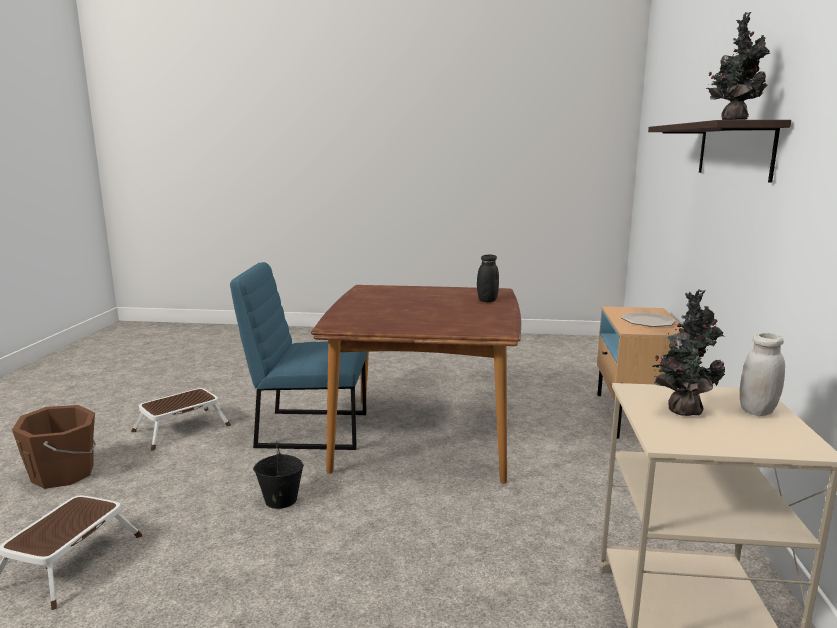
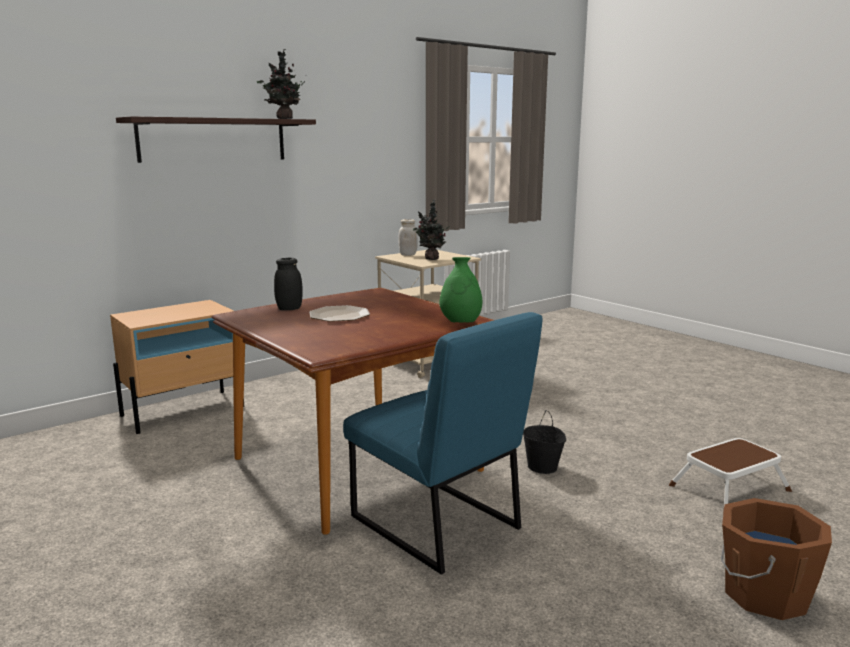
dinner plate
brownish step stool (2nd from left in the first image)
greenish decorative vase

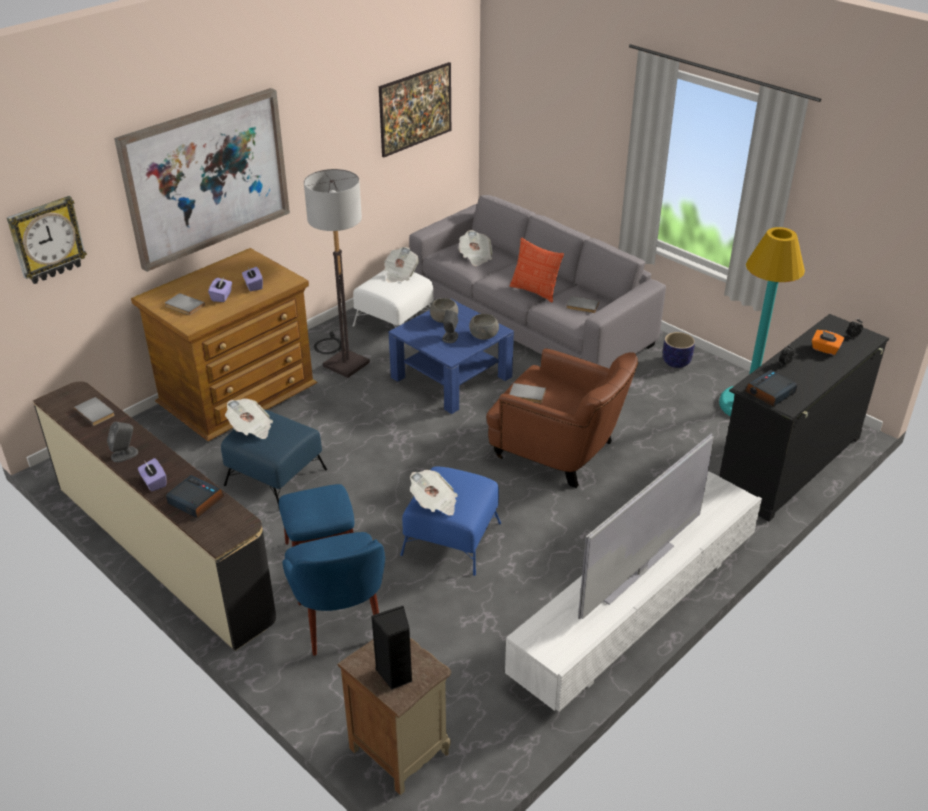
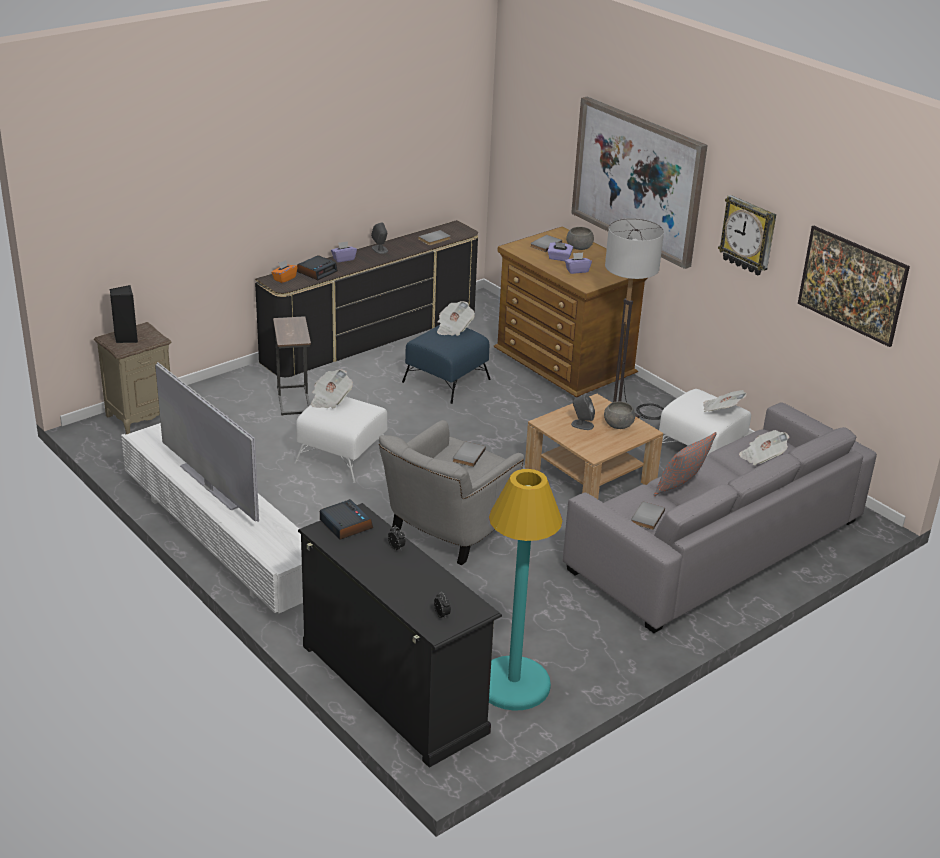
wall clock
gray cushion
brownish low table
gray deep dish (1st from left)
orangey box of tissues
plant pot
gray armchair
whitish pouffe (1st from left)
brownish accent table

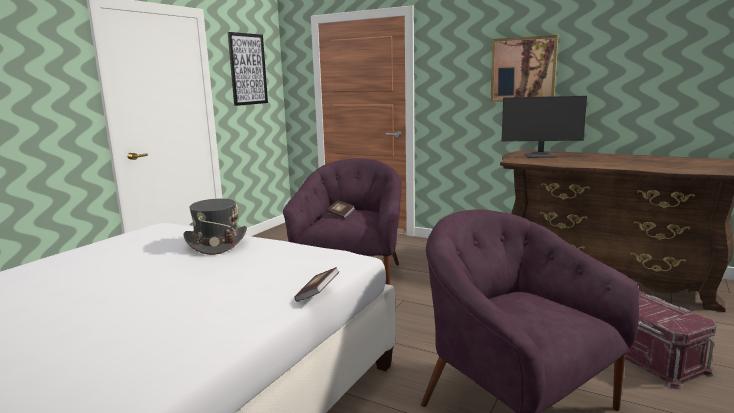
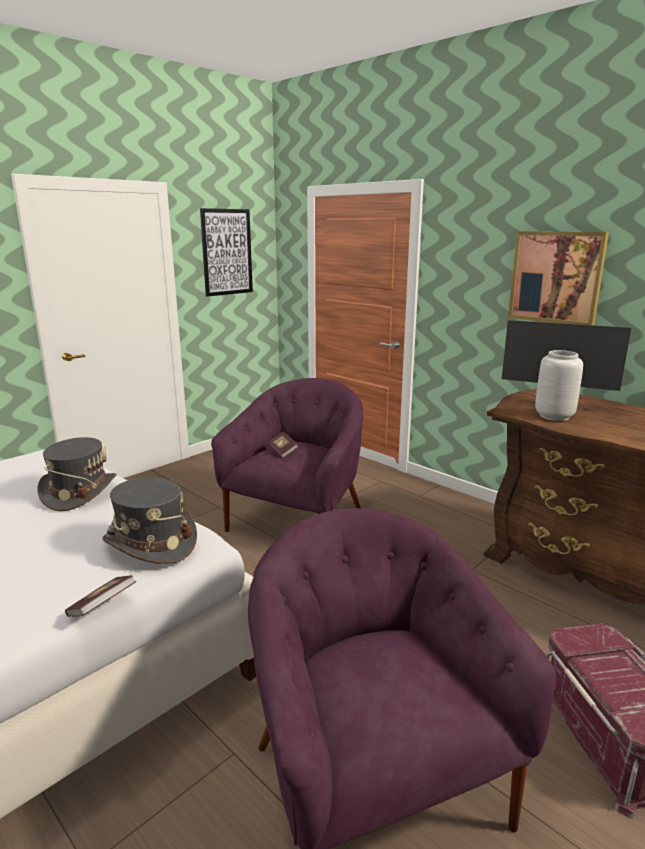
gray decorative vase
gray wearable hat (2nd from left)

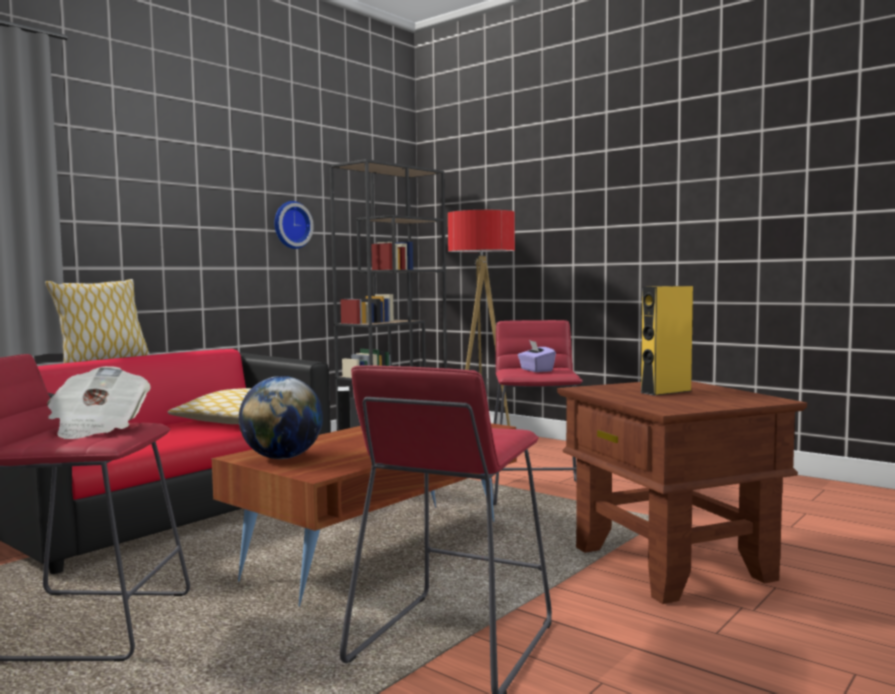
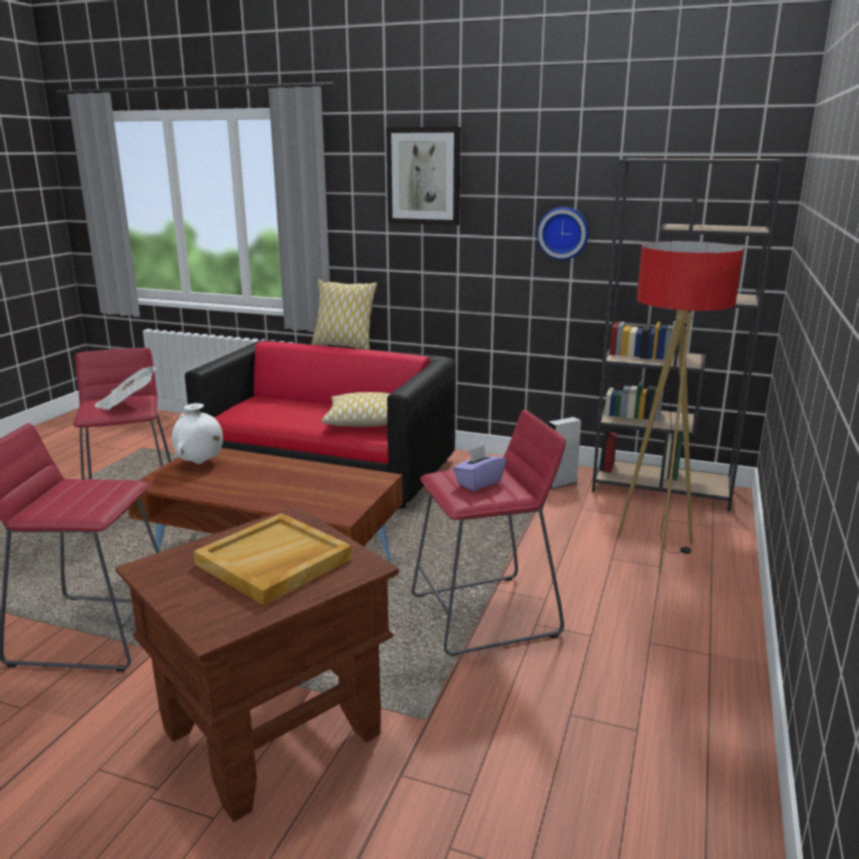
beige-coloured tray
whitish decorative vase
picture

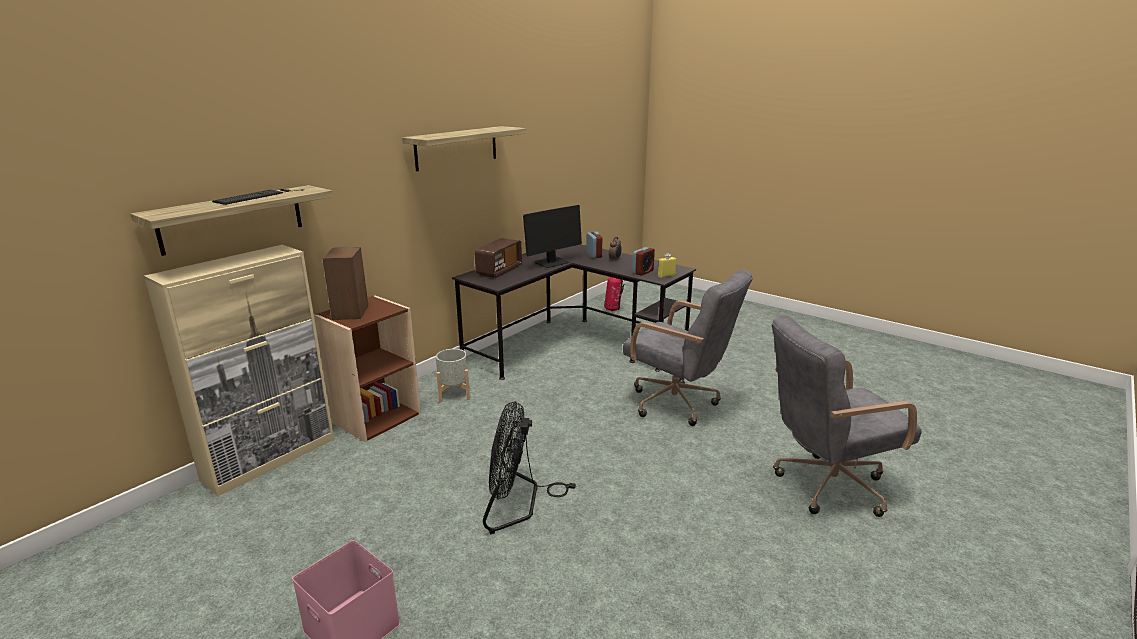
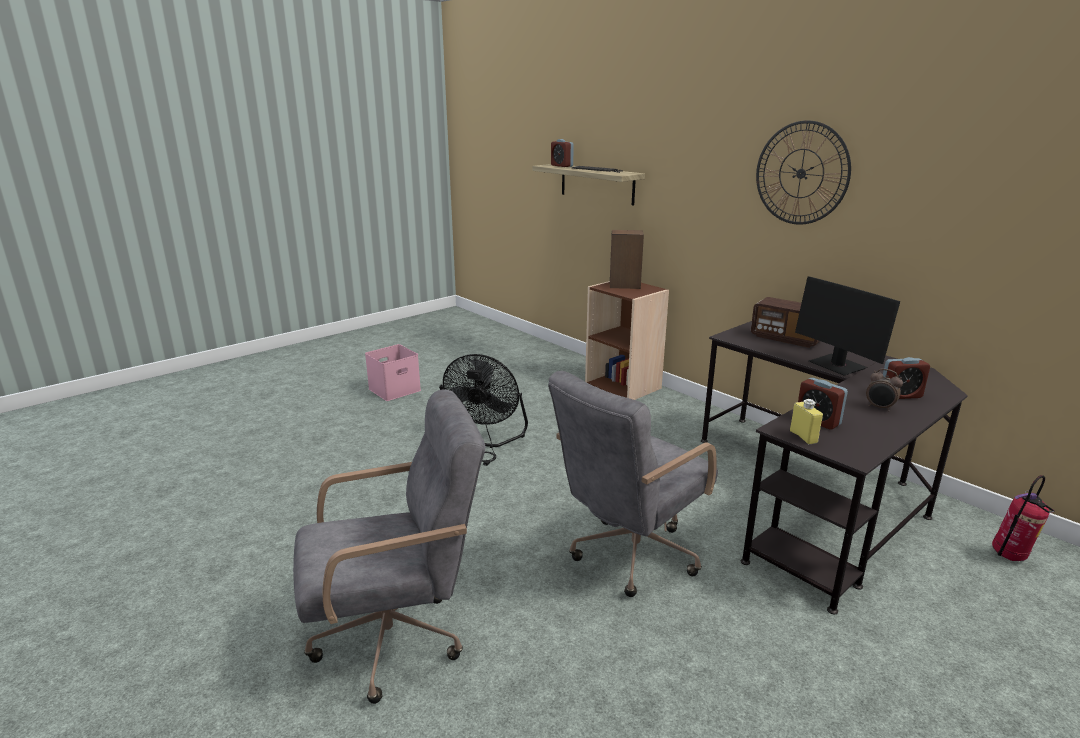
wall clock
beige-coloured storage cabinet
gray computer chair (1st from left)
gray plant pot
table clock (1st from left)

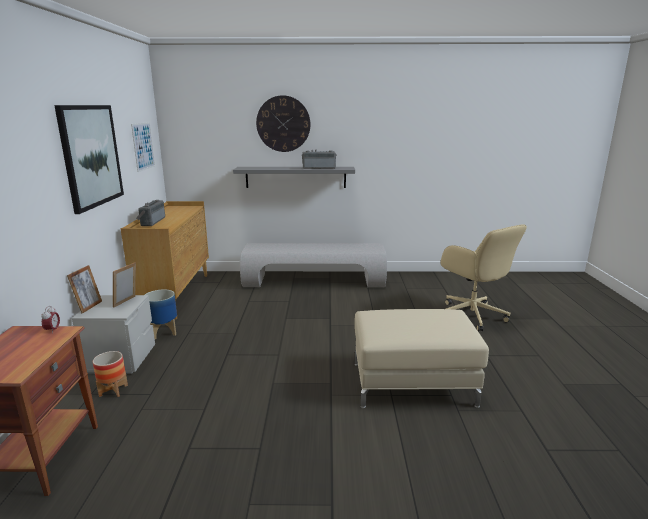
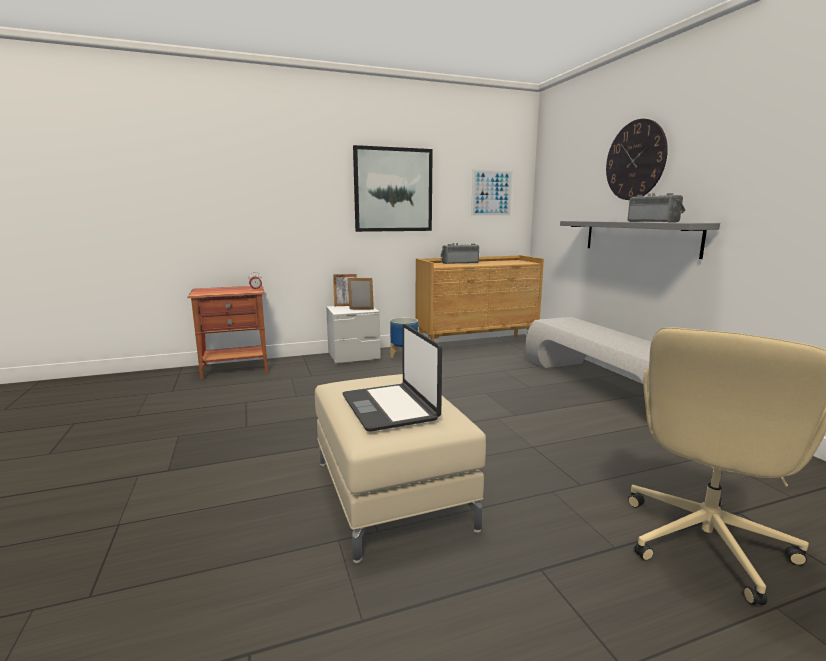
plant pot (1st from left in the first image)
notebook computer

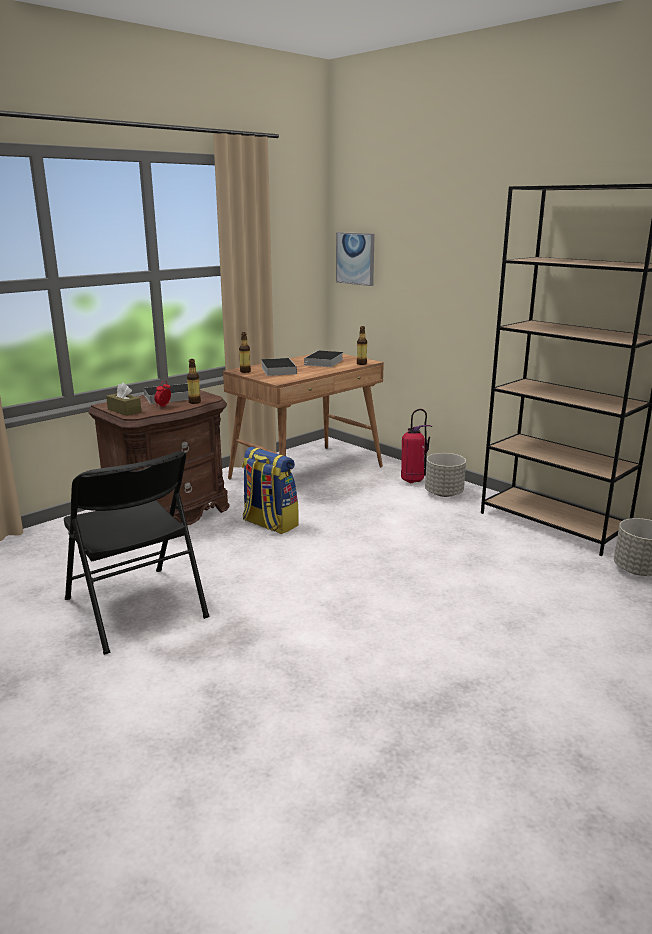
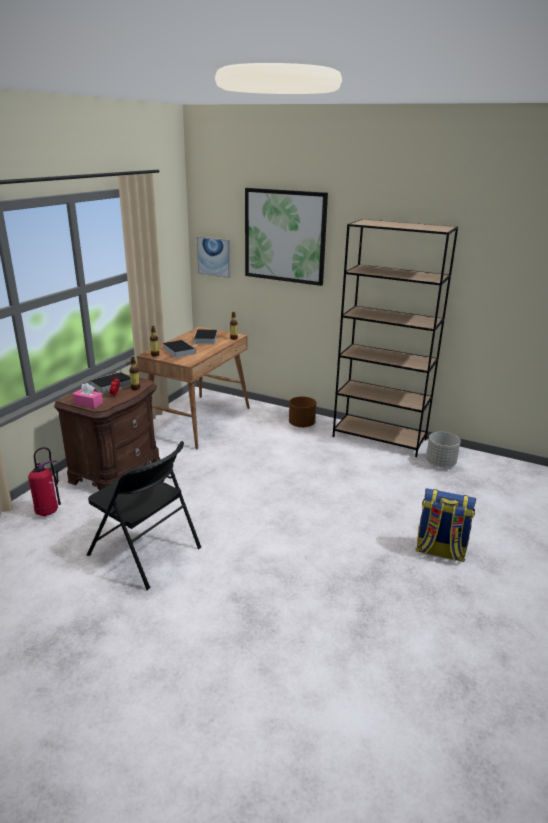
pinkish box of tissues
fire-fighting cylinder
rucksack
brownish plant pot
picture (2nd from left)

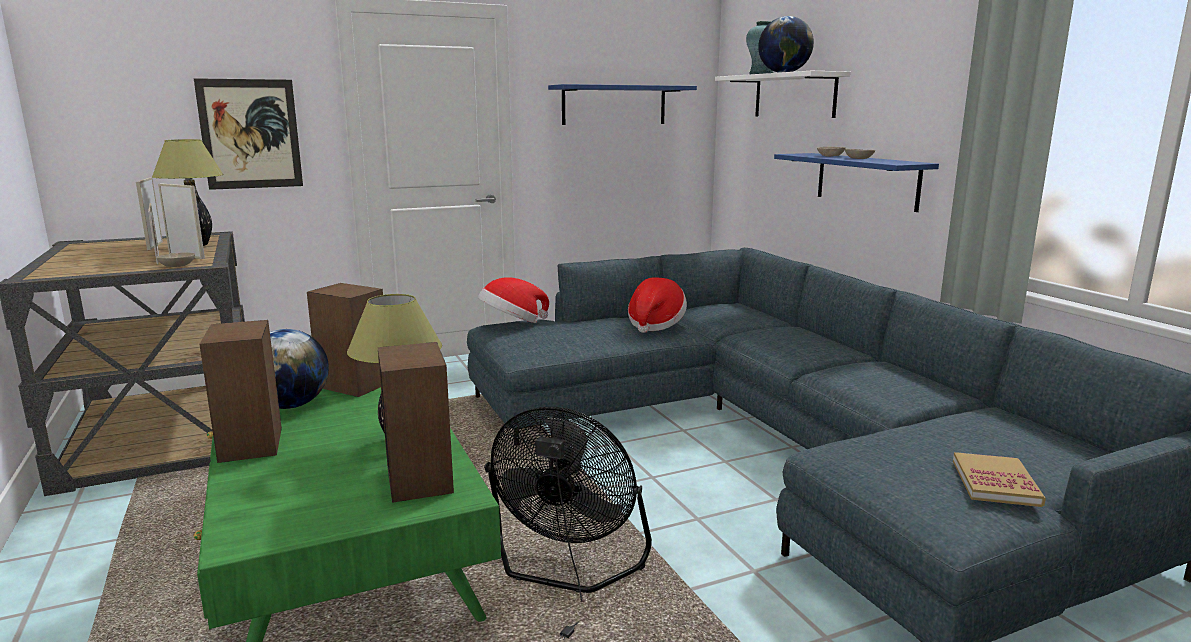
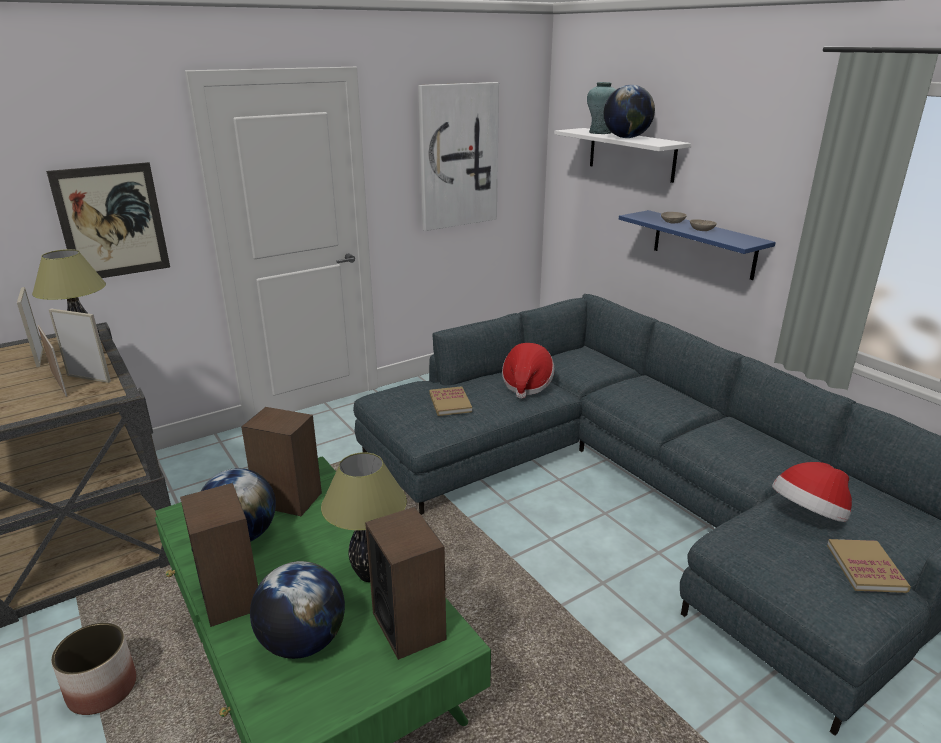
picture (2nd from left)
beige-coloured deep dish (1st from left in the first image)
wearable hat (2nd from left)
blackish cooling fan
bound book (1st from left)
desk globe (2nd from left)
plant pot

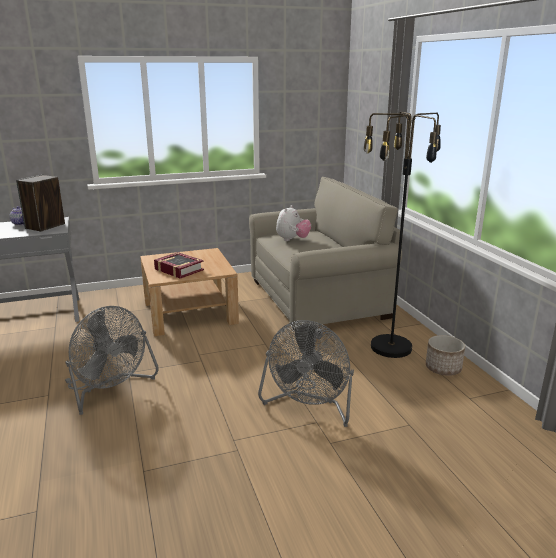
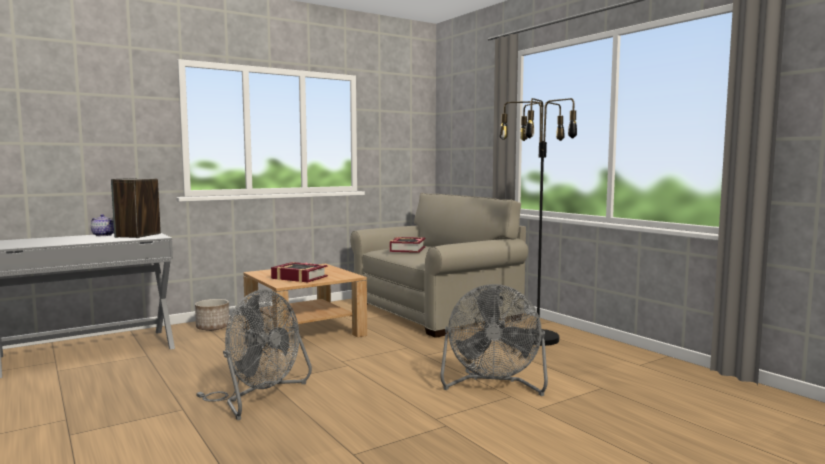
bound book (2nd from left)
plant pot

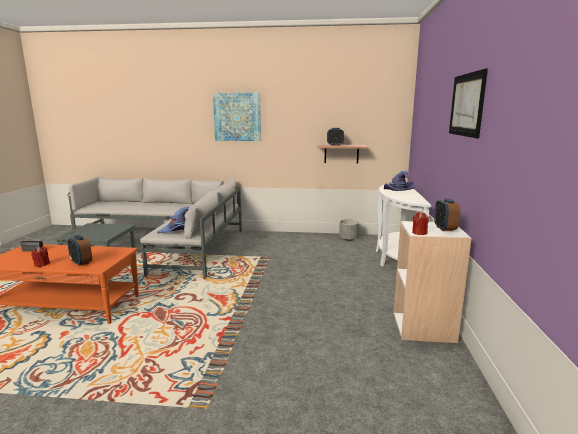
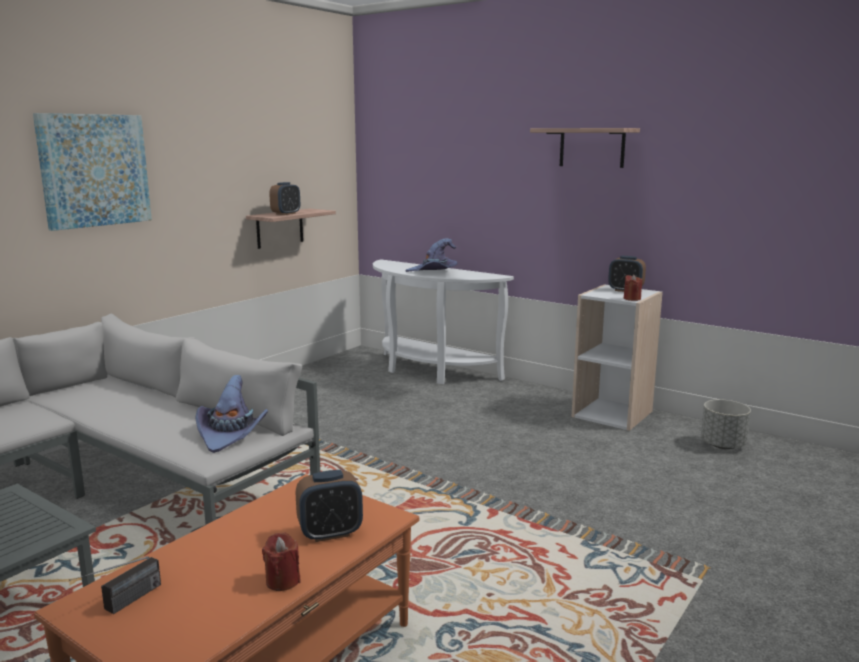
shelf (2nd from left)
gray plant pot

